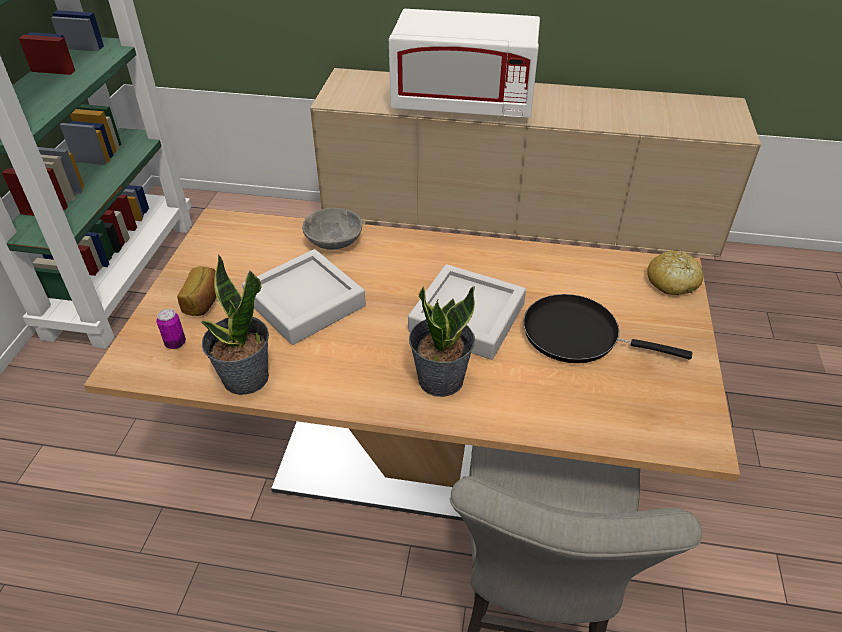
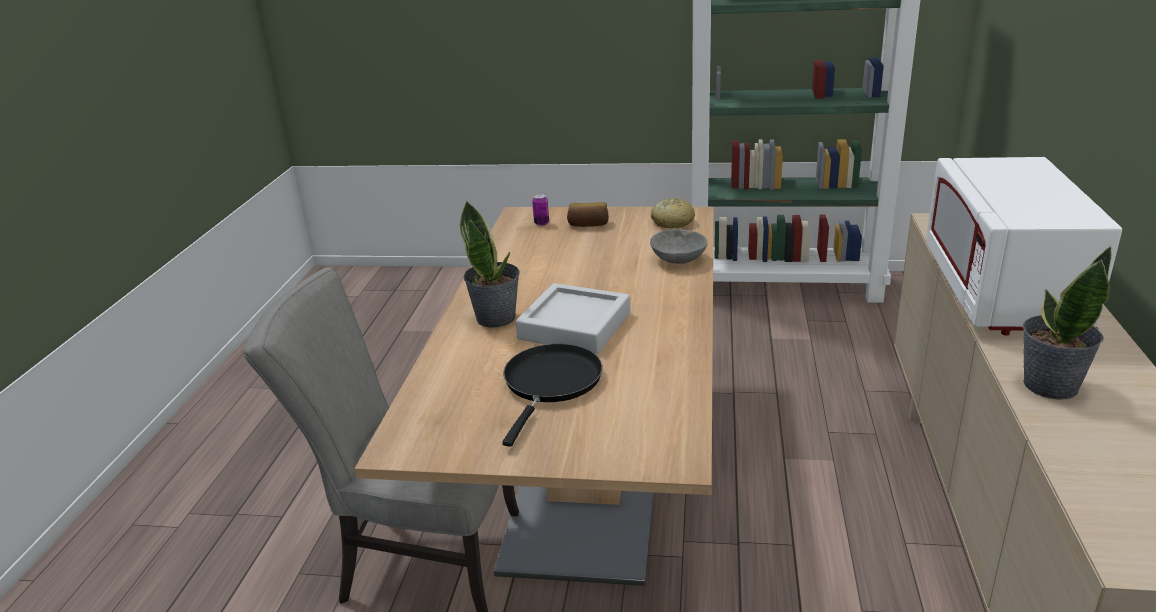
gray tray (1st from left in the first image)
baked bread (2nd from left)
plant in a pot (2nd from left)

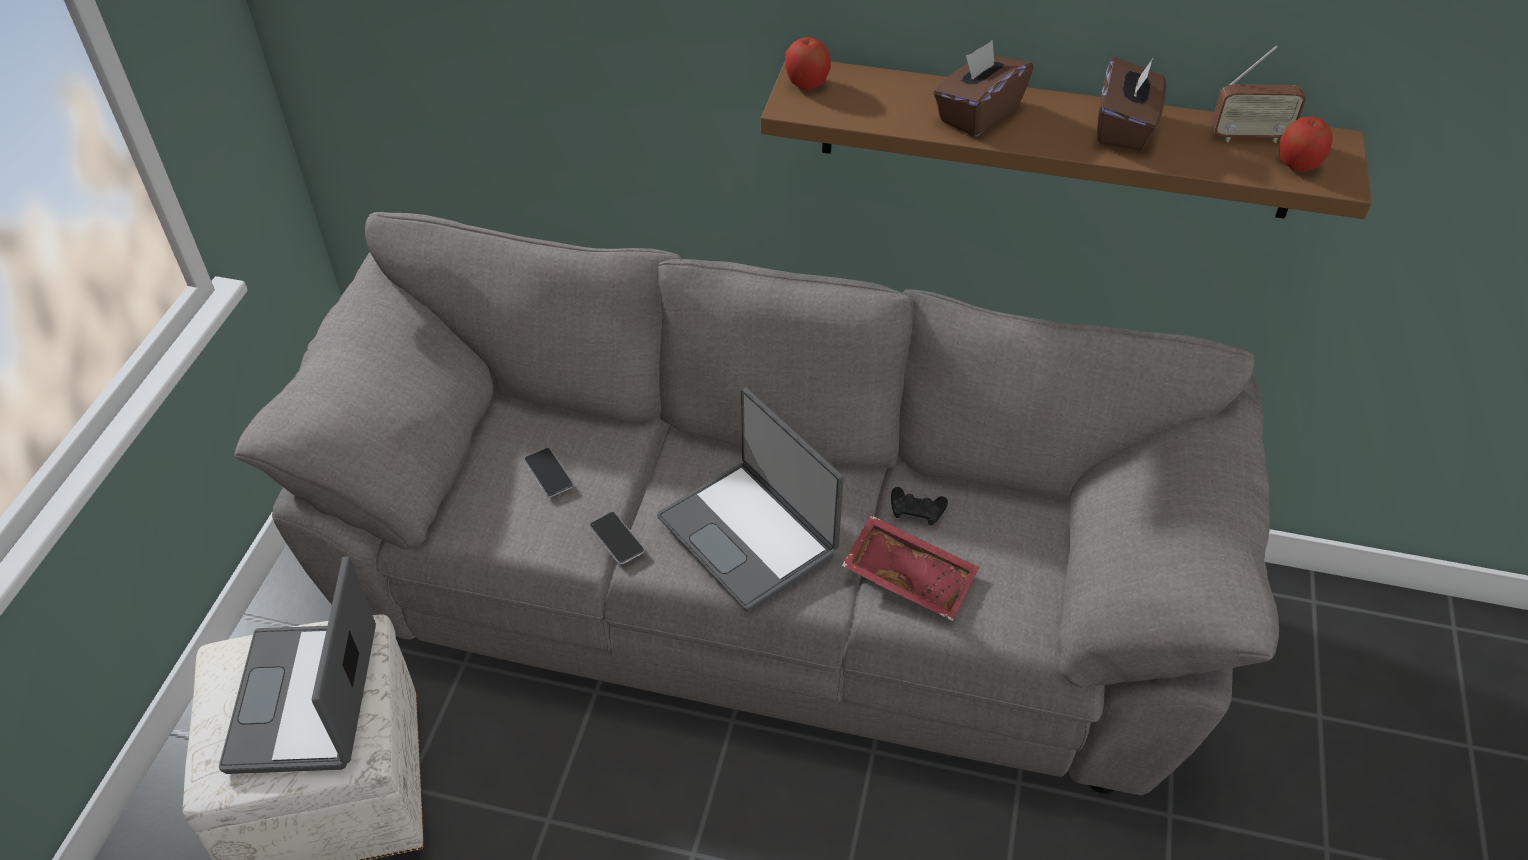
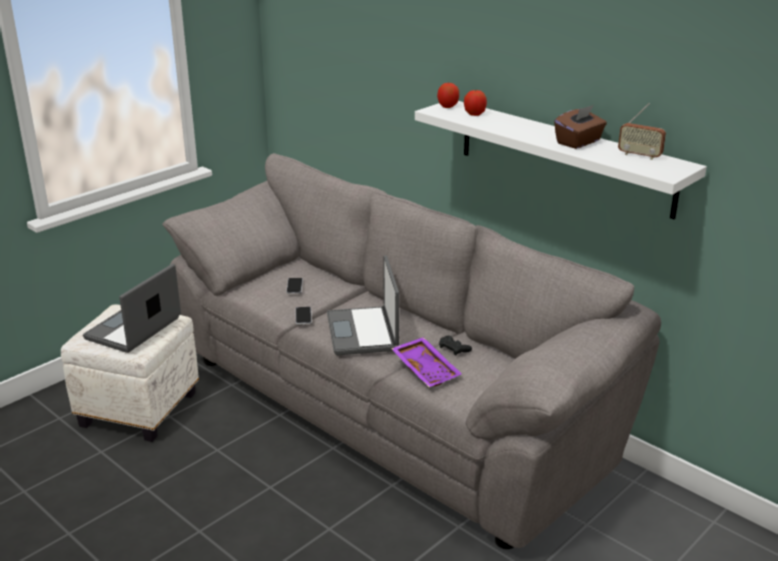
brownish box of tissues (1st from left in the first image)
whitish shelf
apple (2nd from left)
purple tray

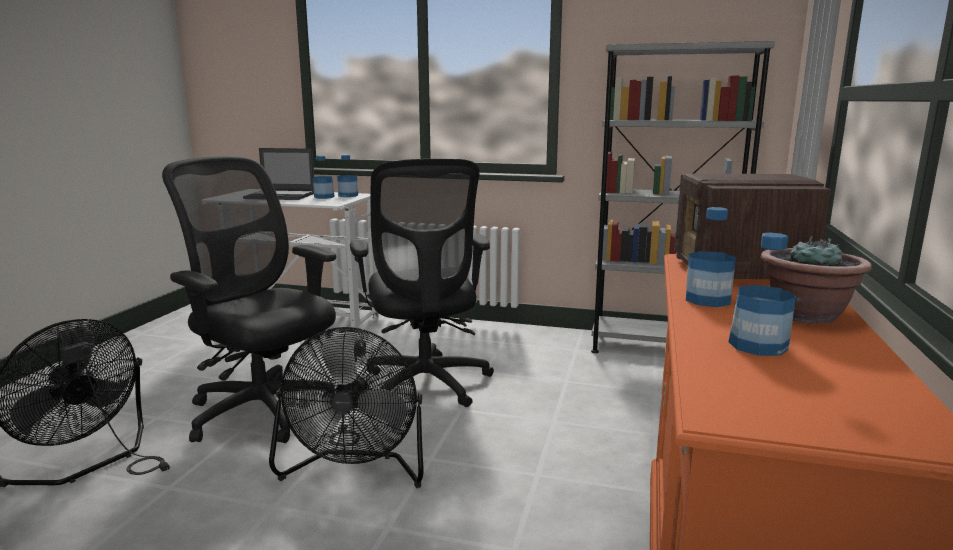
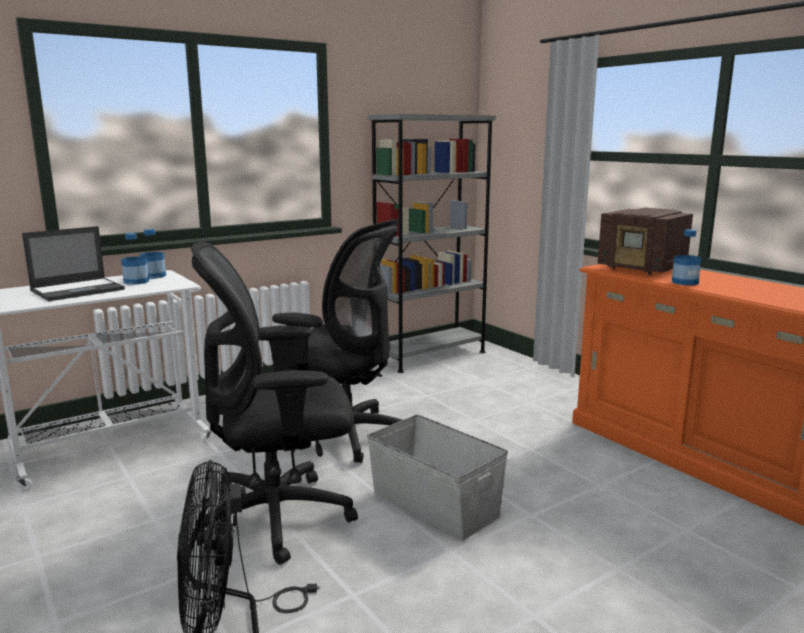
bottle (4th from left in the first image)
plant in a pot
gray storage bin

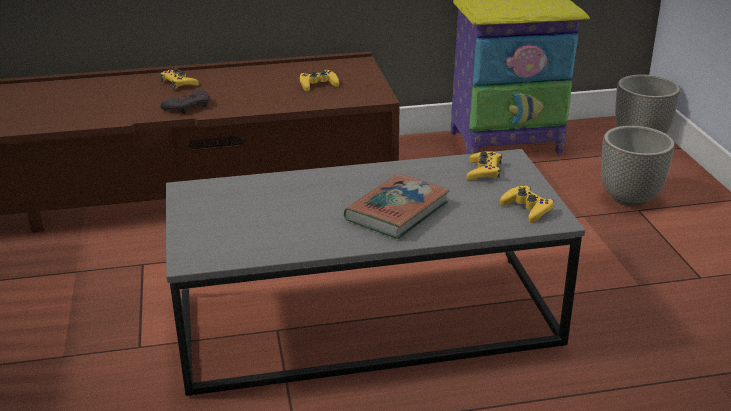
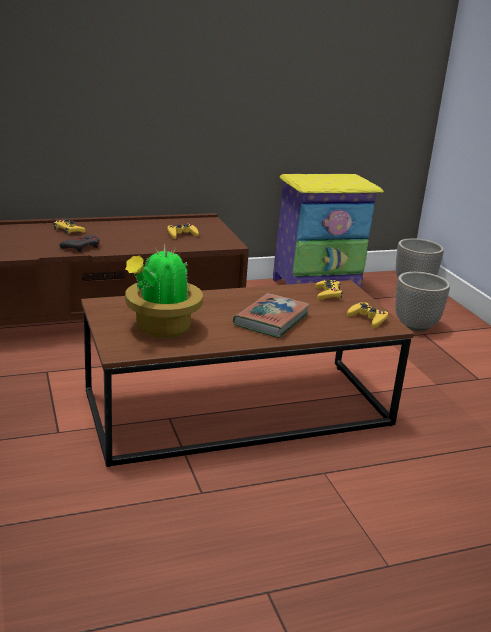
brownish low table
plant in a pot

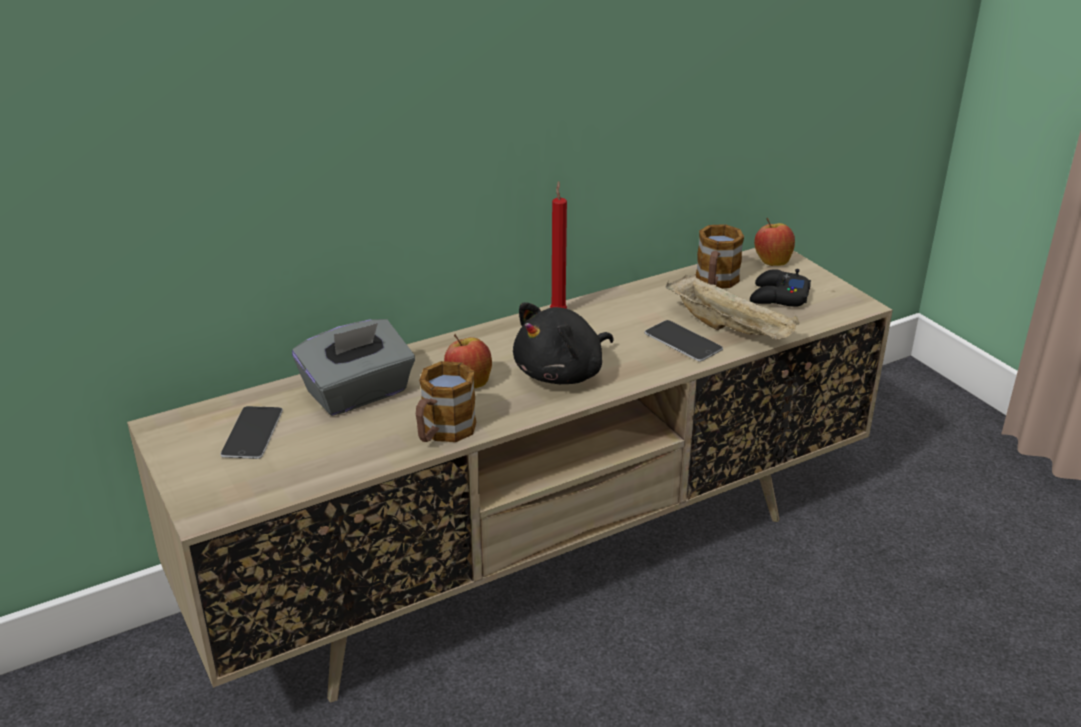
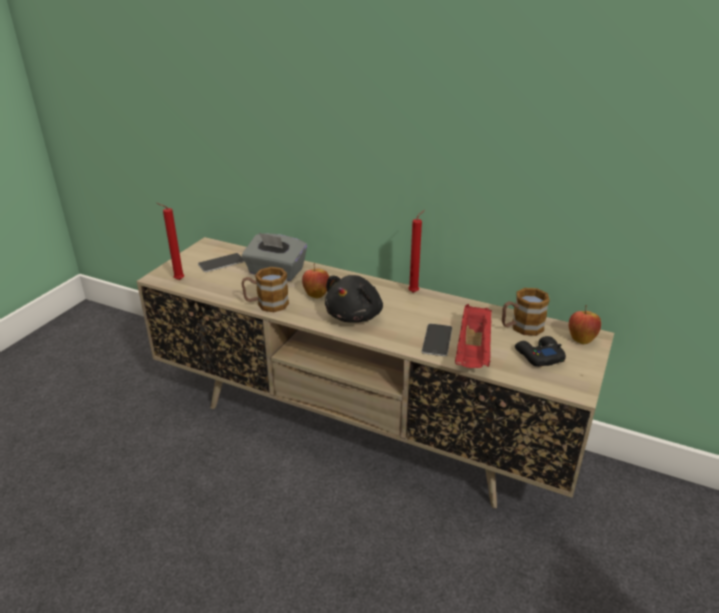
red-coloured tray
blackish cuddly toy
red-coloured wax candle (1st from left)

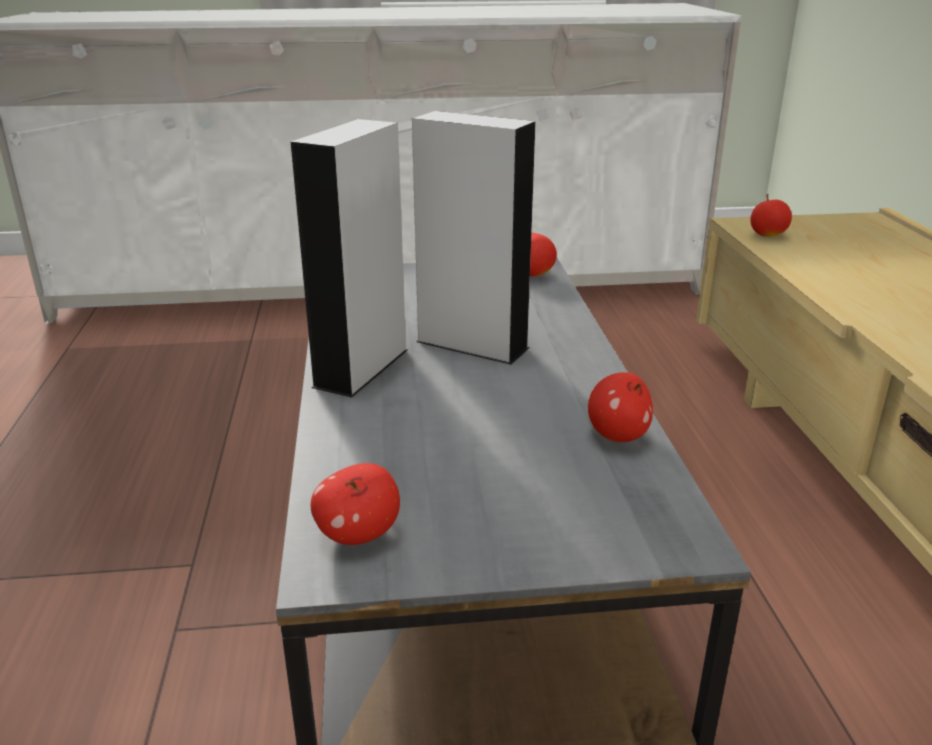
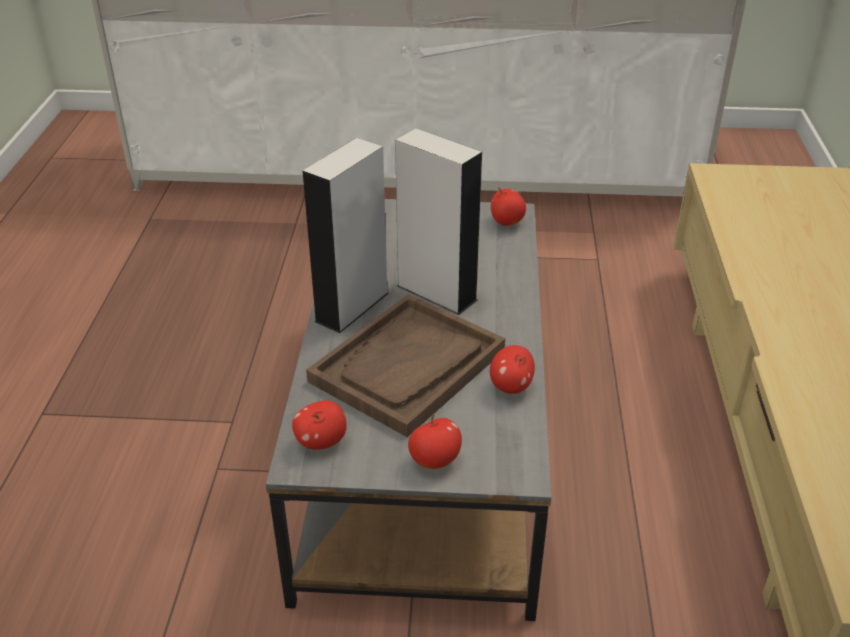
apple (2nd from left)
brownish tray

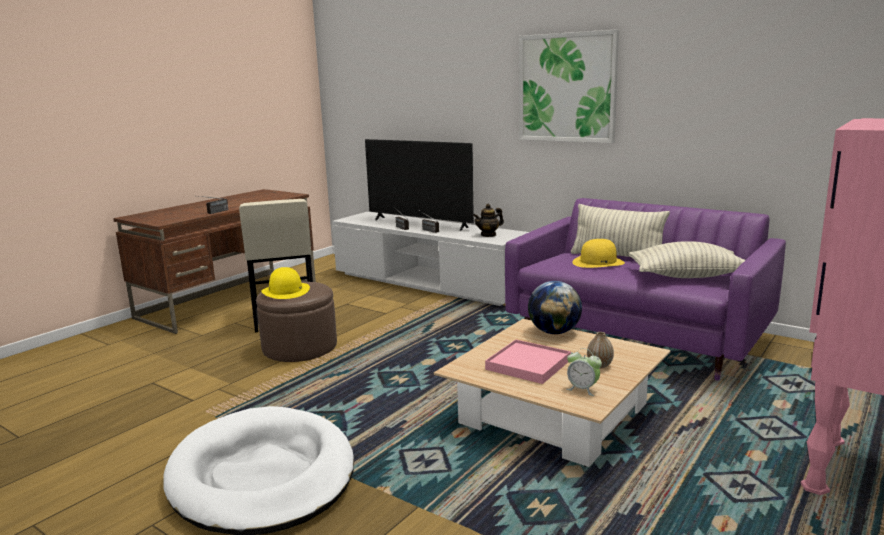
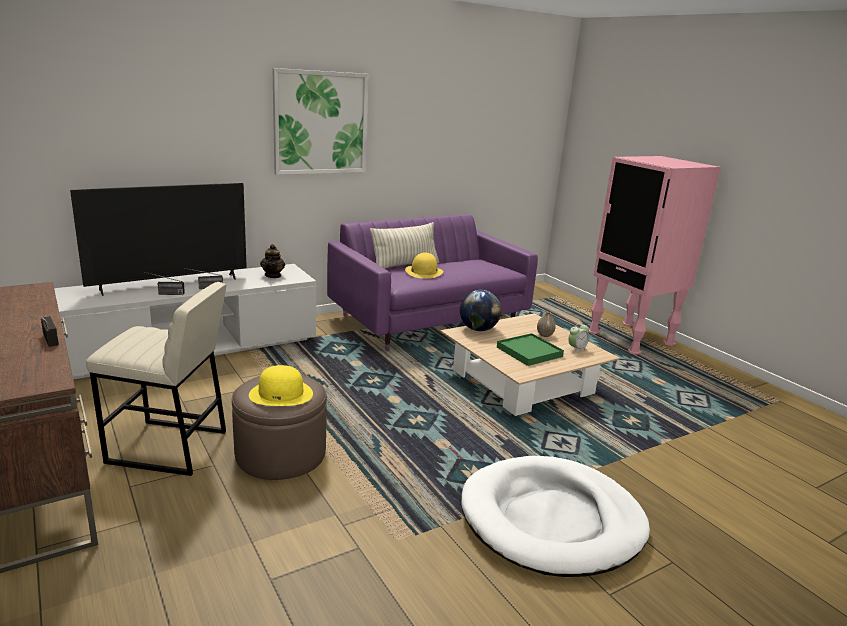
cushion (2nd from left in the first image)
greenish tray

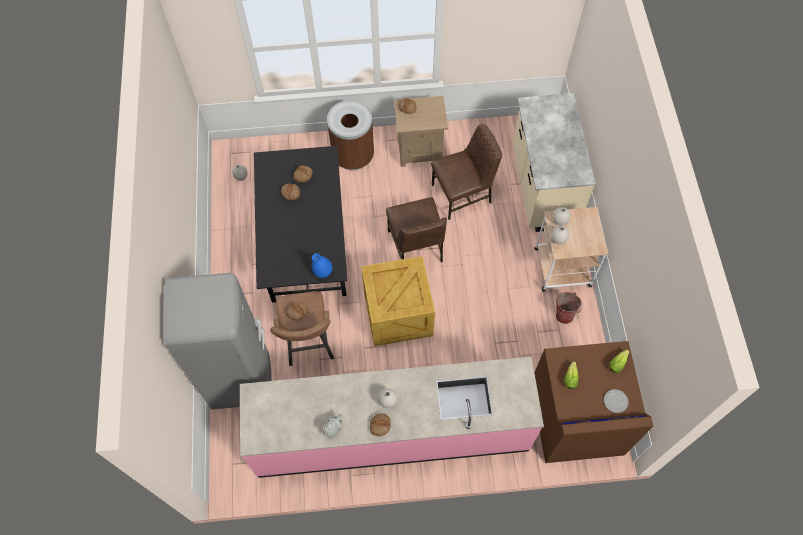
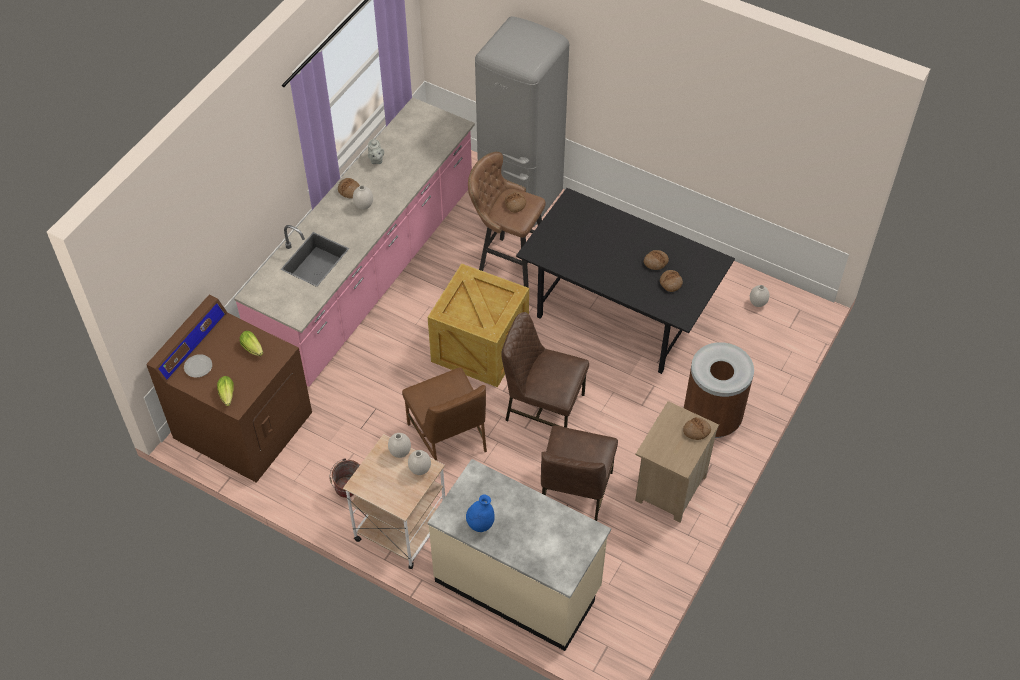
blue decorative vase
brownish plain chair (1st from left)

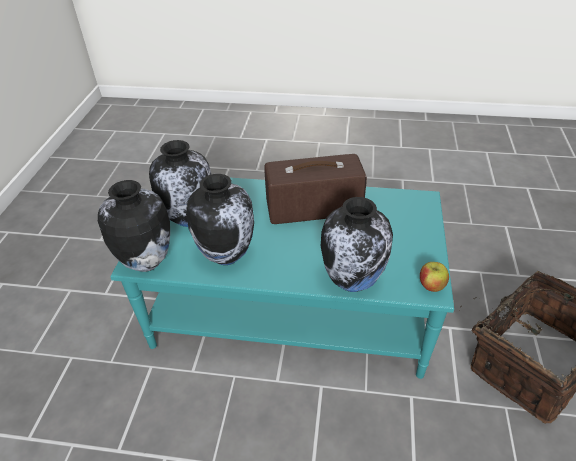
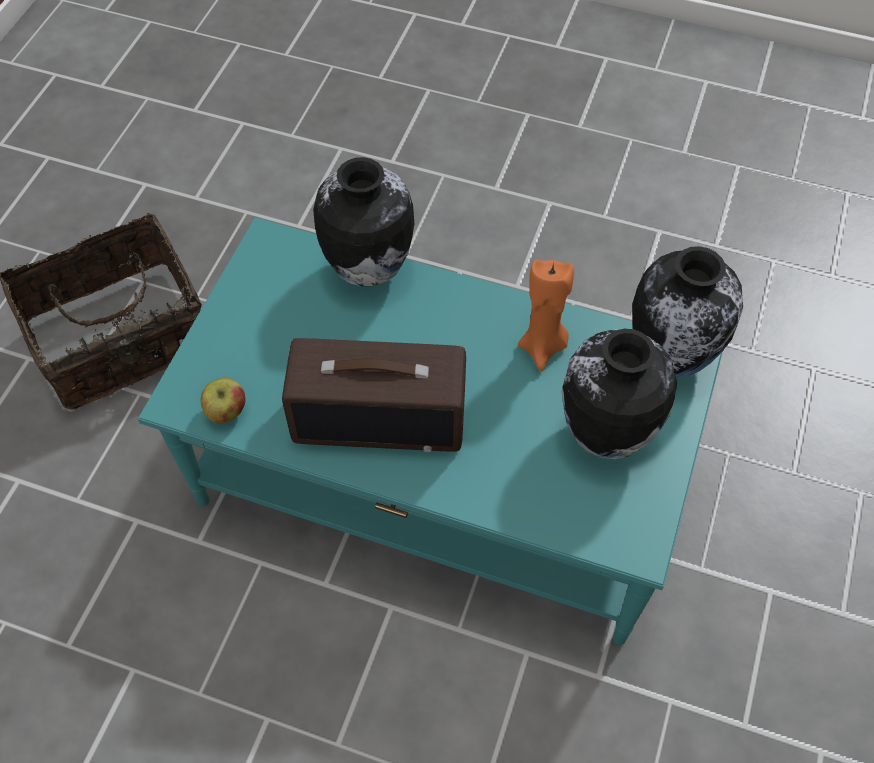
orangey wax candle
apple

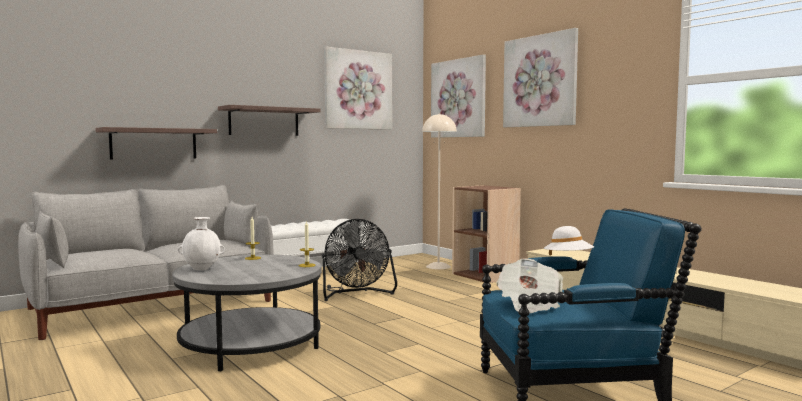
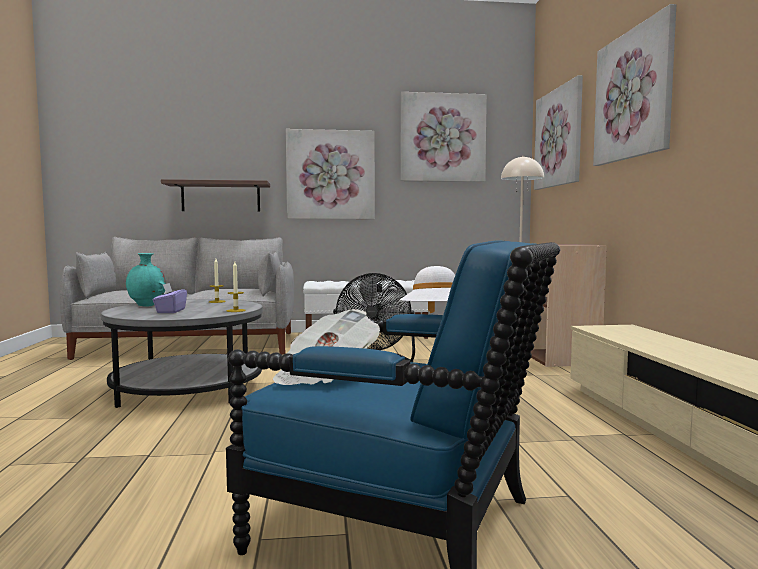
picture (1st from left)
blue-green decorative vase
purple box of tissues

